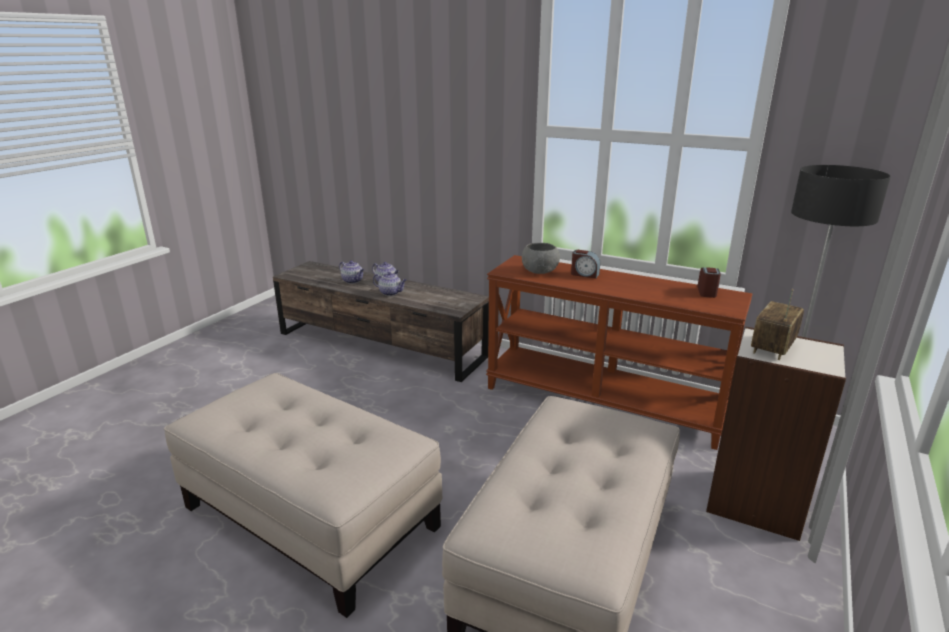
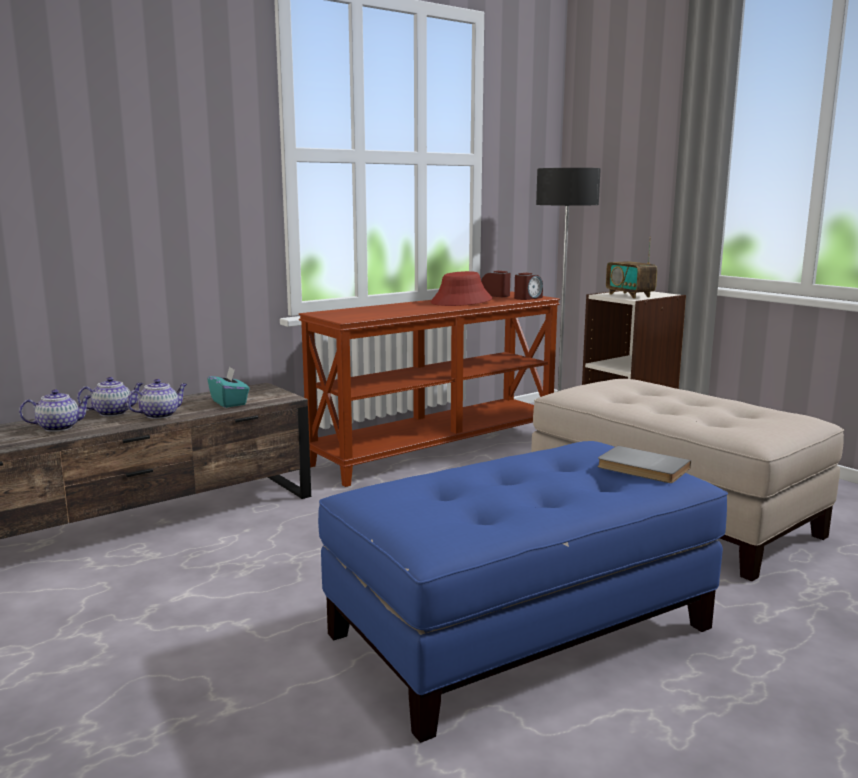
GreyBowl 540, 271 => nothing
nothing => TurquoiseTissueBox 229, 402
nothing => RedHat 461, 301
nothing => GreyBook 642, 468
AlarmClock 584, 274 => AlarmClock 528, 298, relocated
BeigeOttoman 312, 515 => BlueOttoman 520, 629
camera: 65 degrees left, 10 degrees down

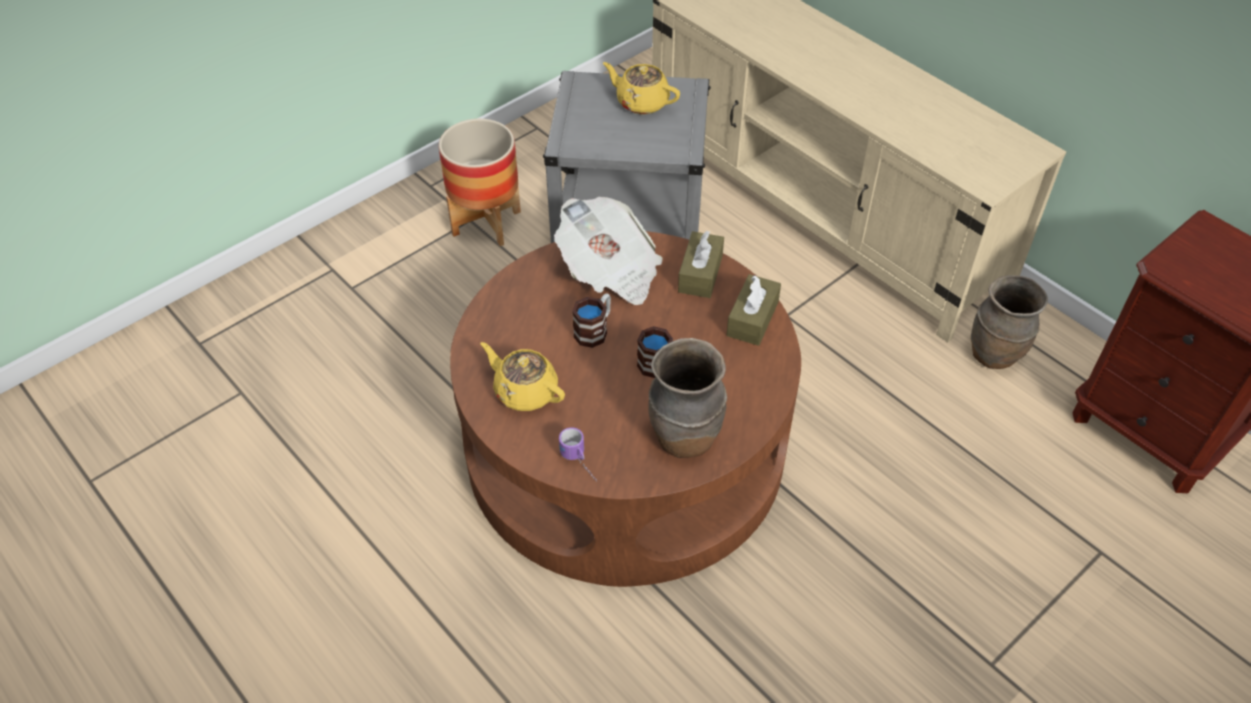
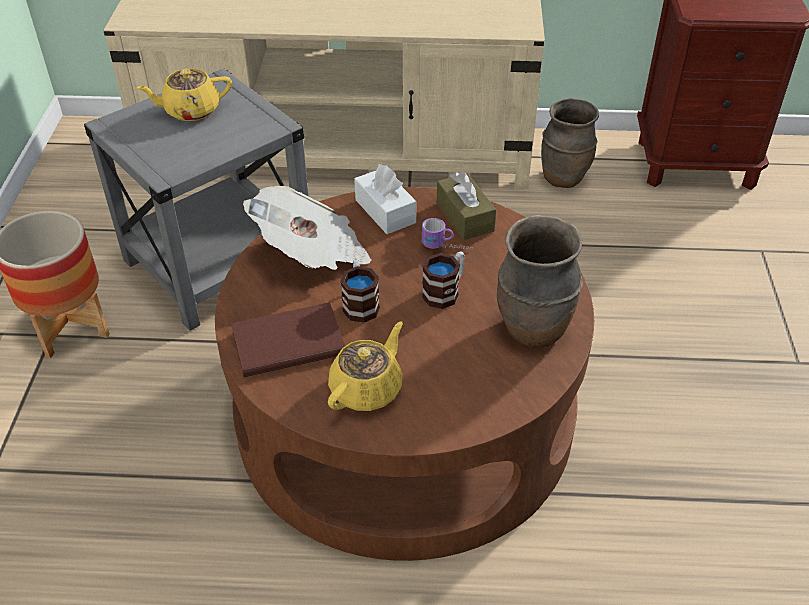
nothing => BrownBook 286, 341
Mug 580, 465 => Mug 446, 248, relocated
BrownTissueBox 700, 274 => WhiteTissueBox 385, 211
YellowTeapot 525, 391 => YellowTeapot 367, 389, 135 degrees clockwise
camera: 45 degrees left, 5 degrees down

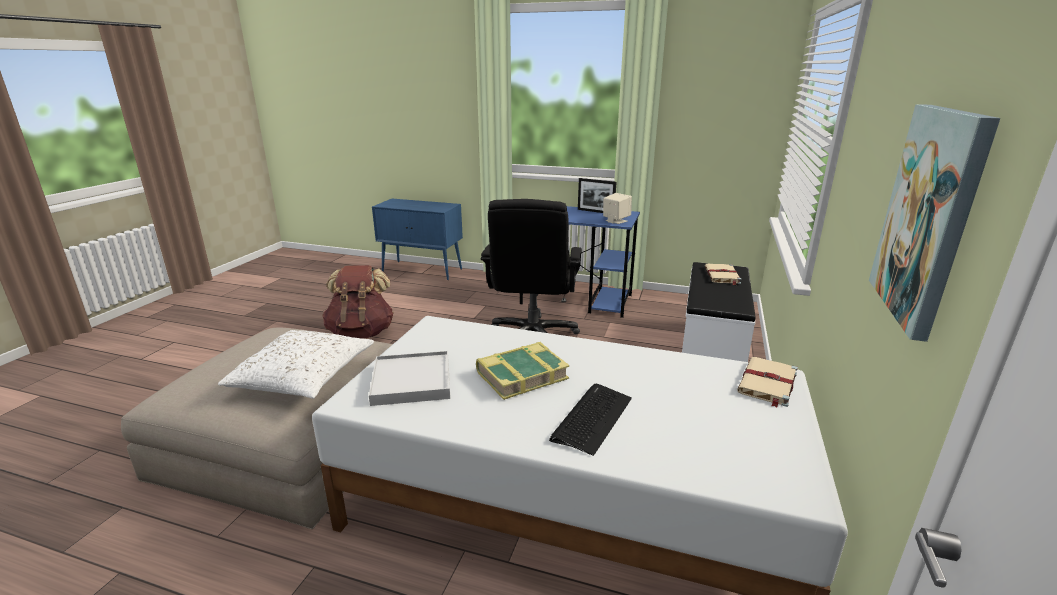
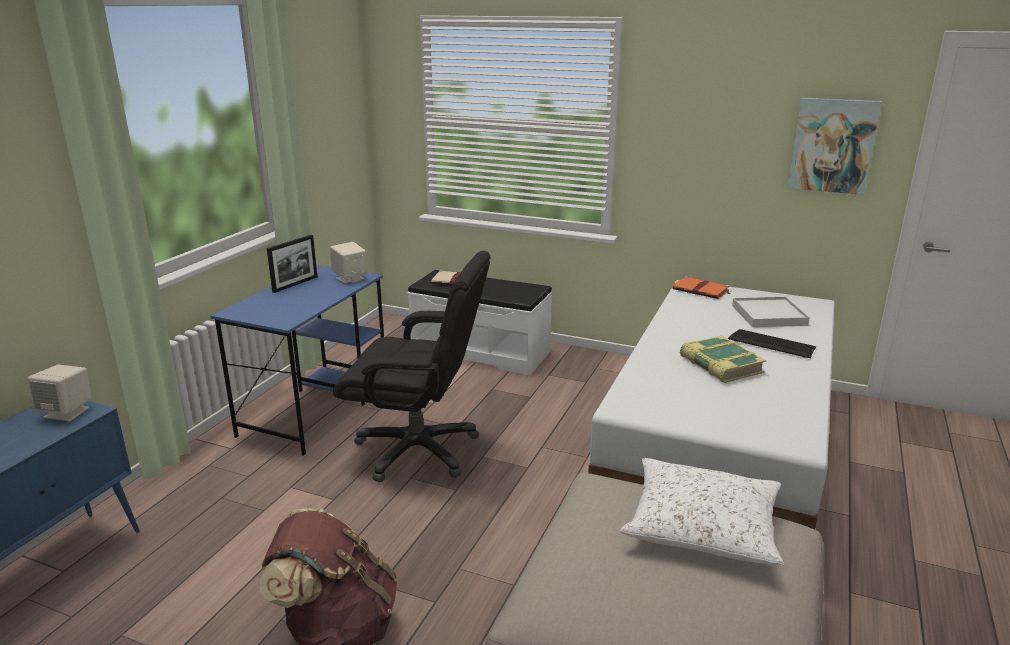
nothing => BeigeSpeaker 67, 412
WhiteTray 411, 381 => WhiteTray 768, 315, relocated
BeigeBook 767, 384 => OrangeBook 701, 290
camera: 85 degrees left, 0 degrees up

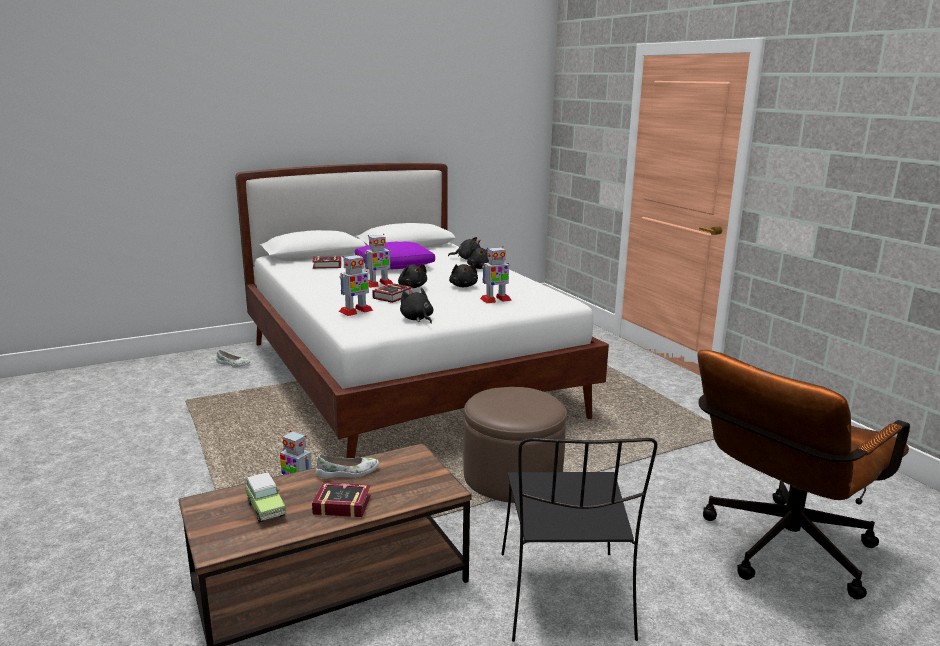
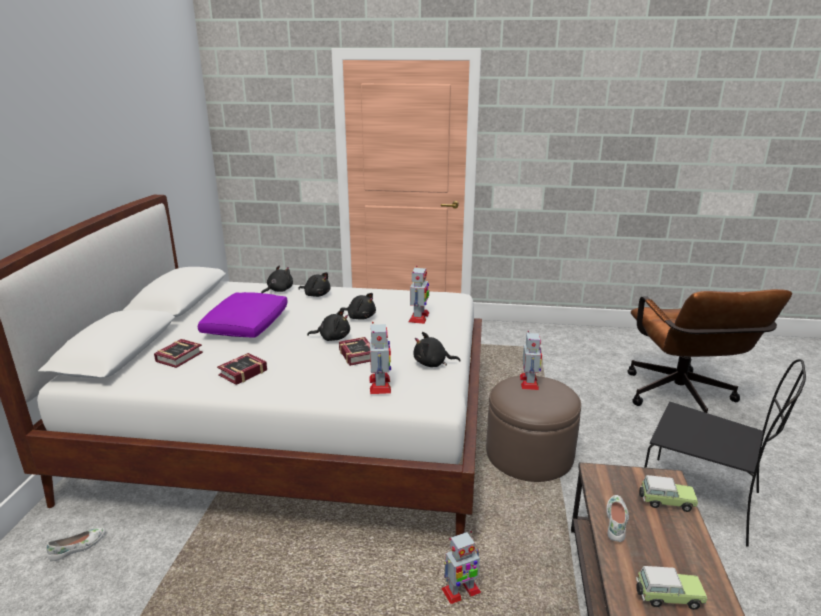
nothing => ToyCar 664, 502
Book 340, 504 => Book 240, 373, relocated
ToyRobot 378, 284 => ToyRobot 529, 382, relocated
camera: 55 degrees left, 5 degrees up

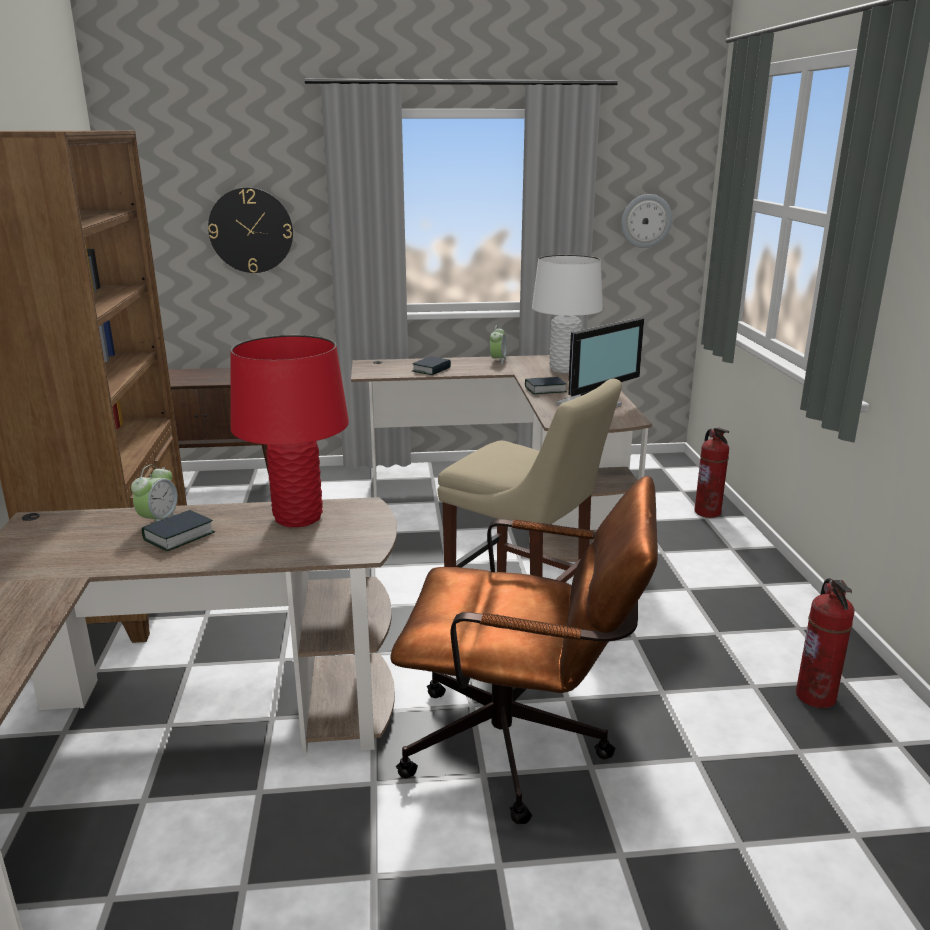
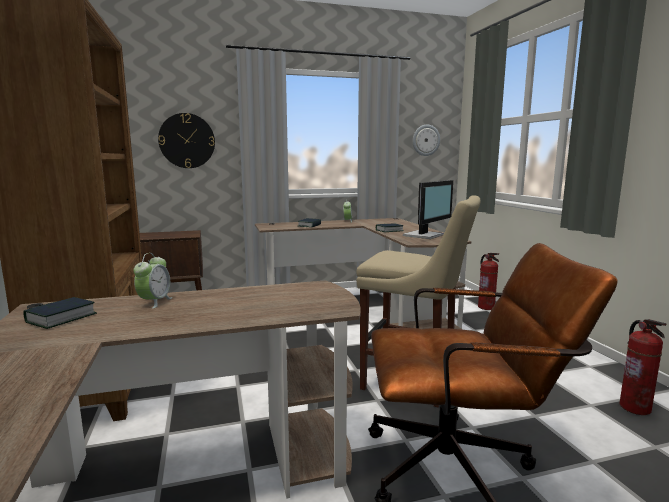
RedTableLamp 298, 518 => nothing
WhiteTableLamp 564, 369 => nothing
Book 179, 536 => Book 61, 318, relocated
camera: 10 degrees left, 10 degrees down

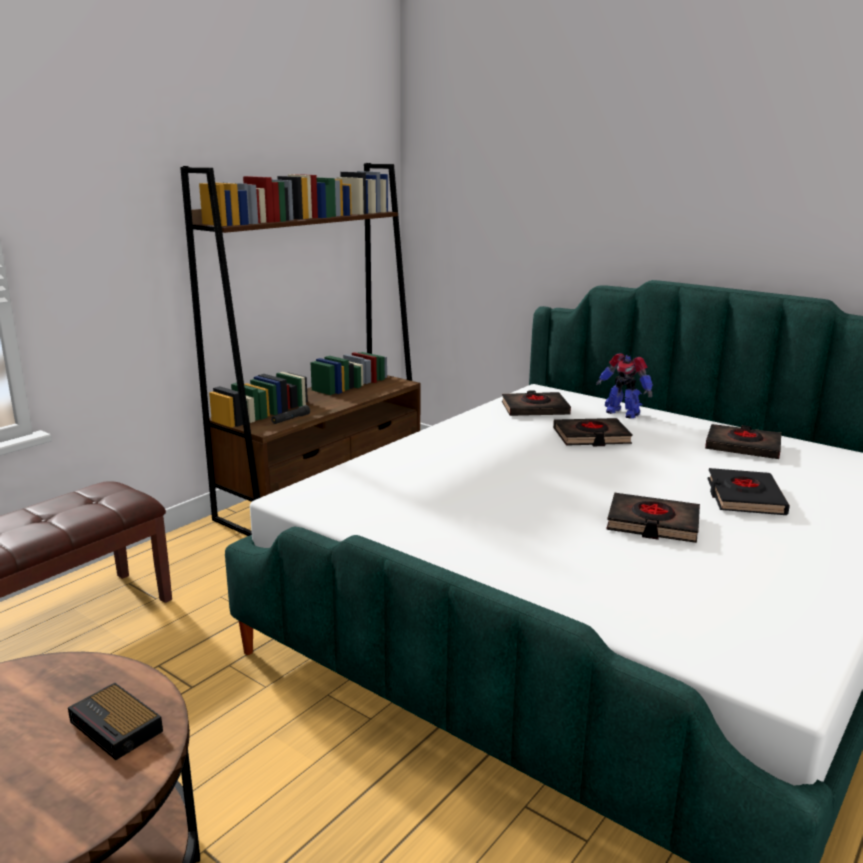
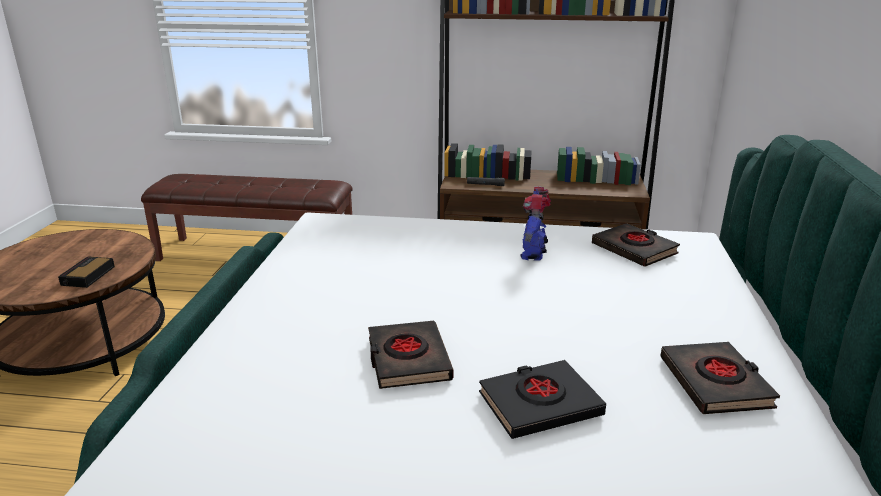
BlackBook 591, 437 => nothing
ToyRobot 622, 413 => ToyRobot 534, 253, relocated
camera: 60 degrees right, 5 degrees up

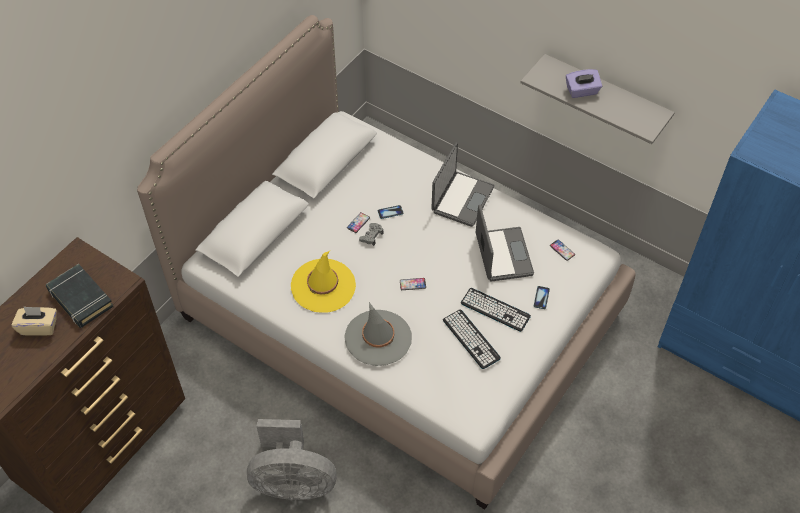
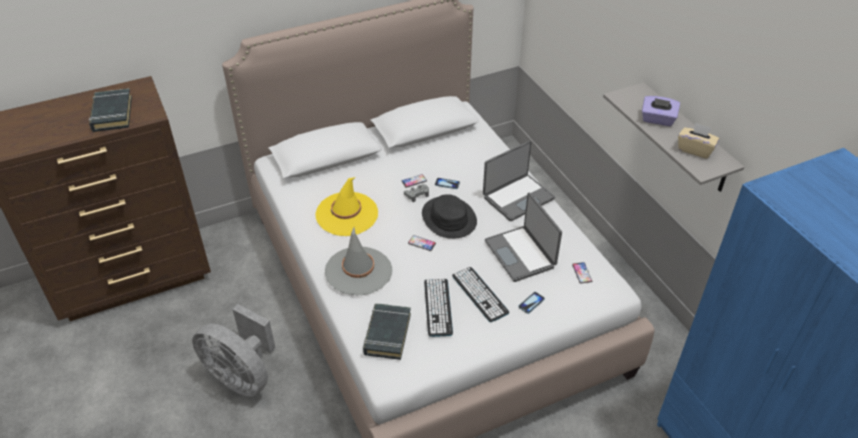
nothing => BlackBook 387, 334
nothing => BlackHat 448, 218
BeigeTissueBox 39, 327 => BeigeTissueBox 695, 150, relocated
Laptop 502, 255 => Laptop 521, 254, 135 degrees clockwise
camera: 30 degrees right, 10 degrees down

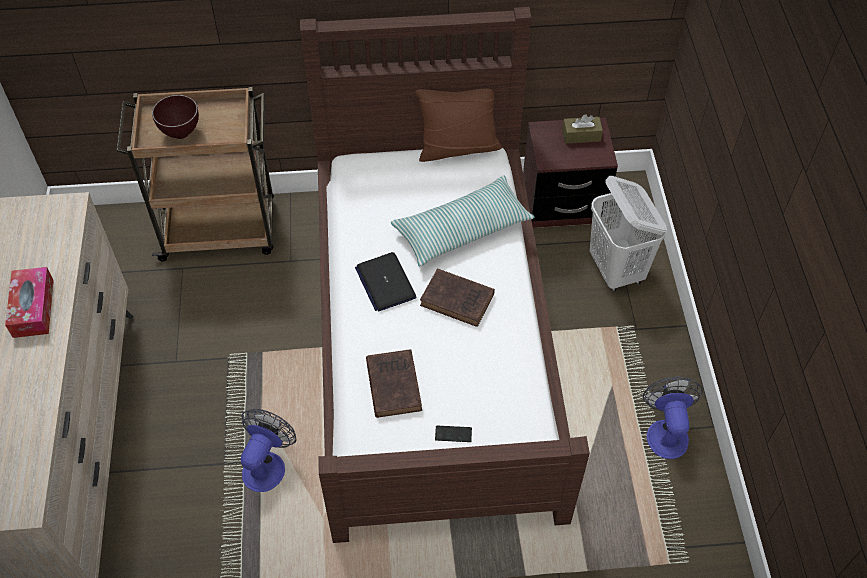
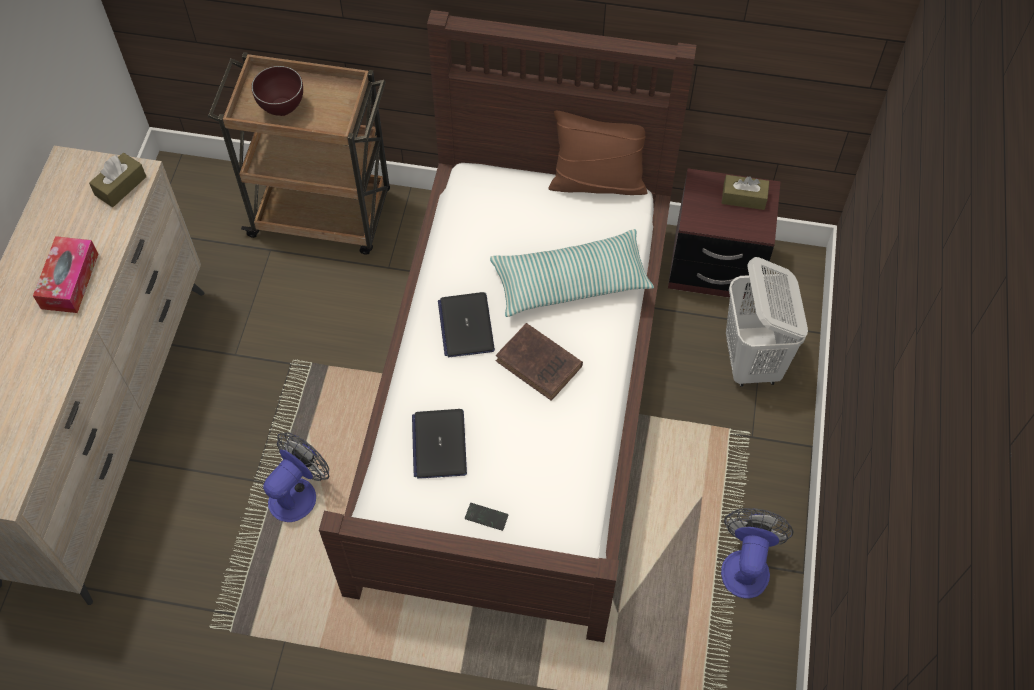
nothing => BrownTissueBox 120, 186
BrownBook 393, 384 => Laptop 439, 444
camera: 15 degrees right, 5 degrees up

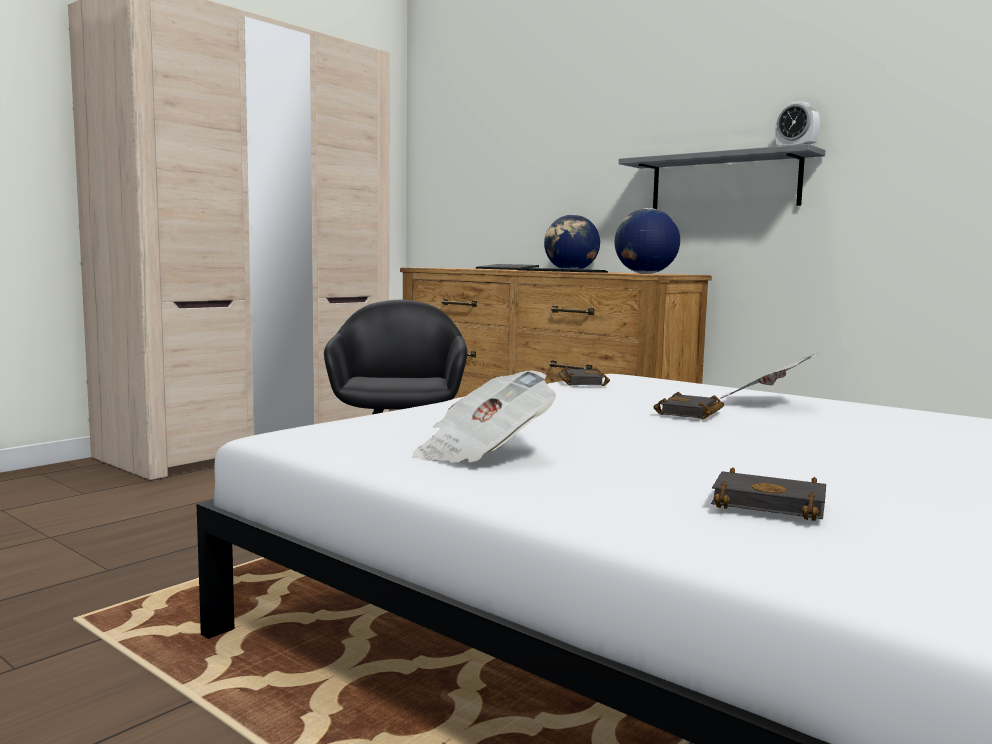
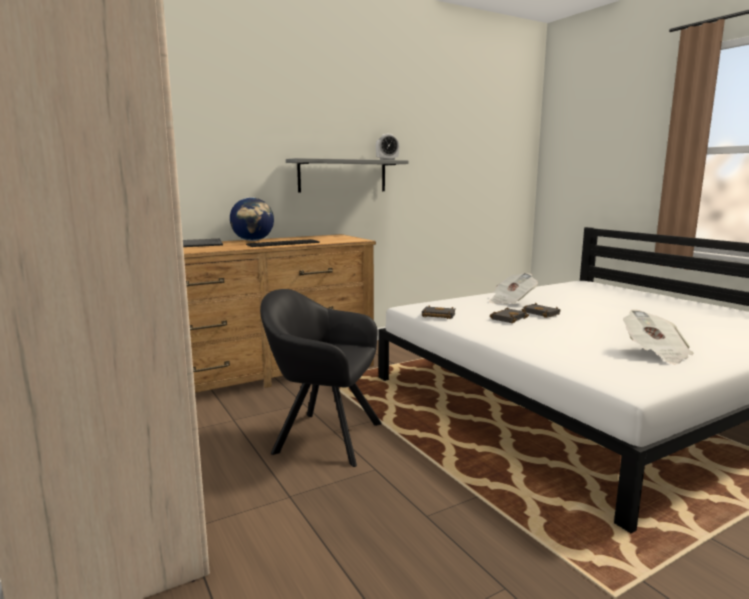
Globe 645, 273 => nothing
BlackBook 772, 504 => BlackBook 508, 318, relocated
camera: 70 degrees left, 5 degrees up

